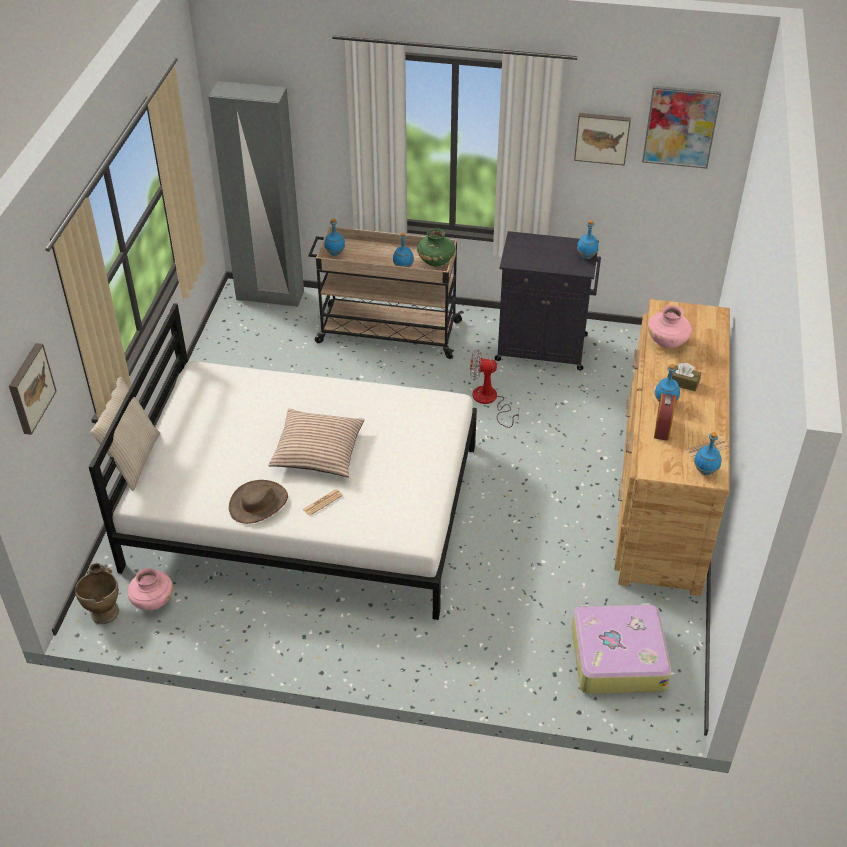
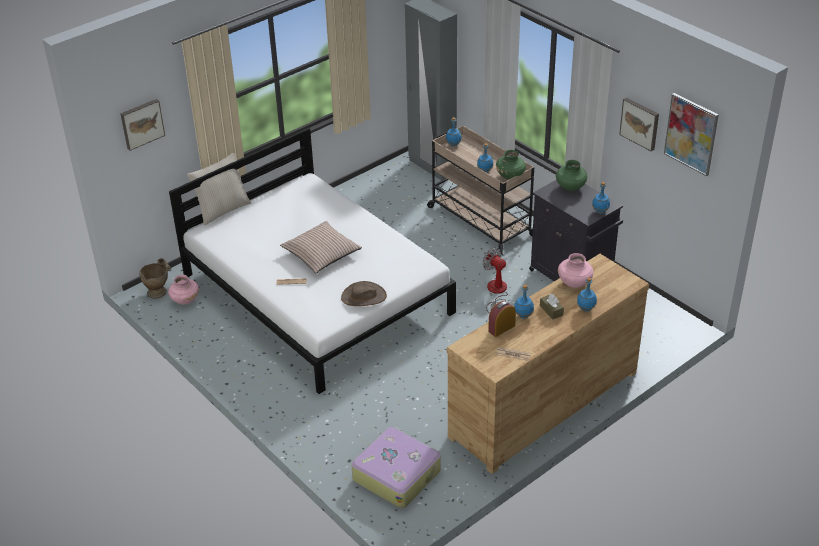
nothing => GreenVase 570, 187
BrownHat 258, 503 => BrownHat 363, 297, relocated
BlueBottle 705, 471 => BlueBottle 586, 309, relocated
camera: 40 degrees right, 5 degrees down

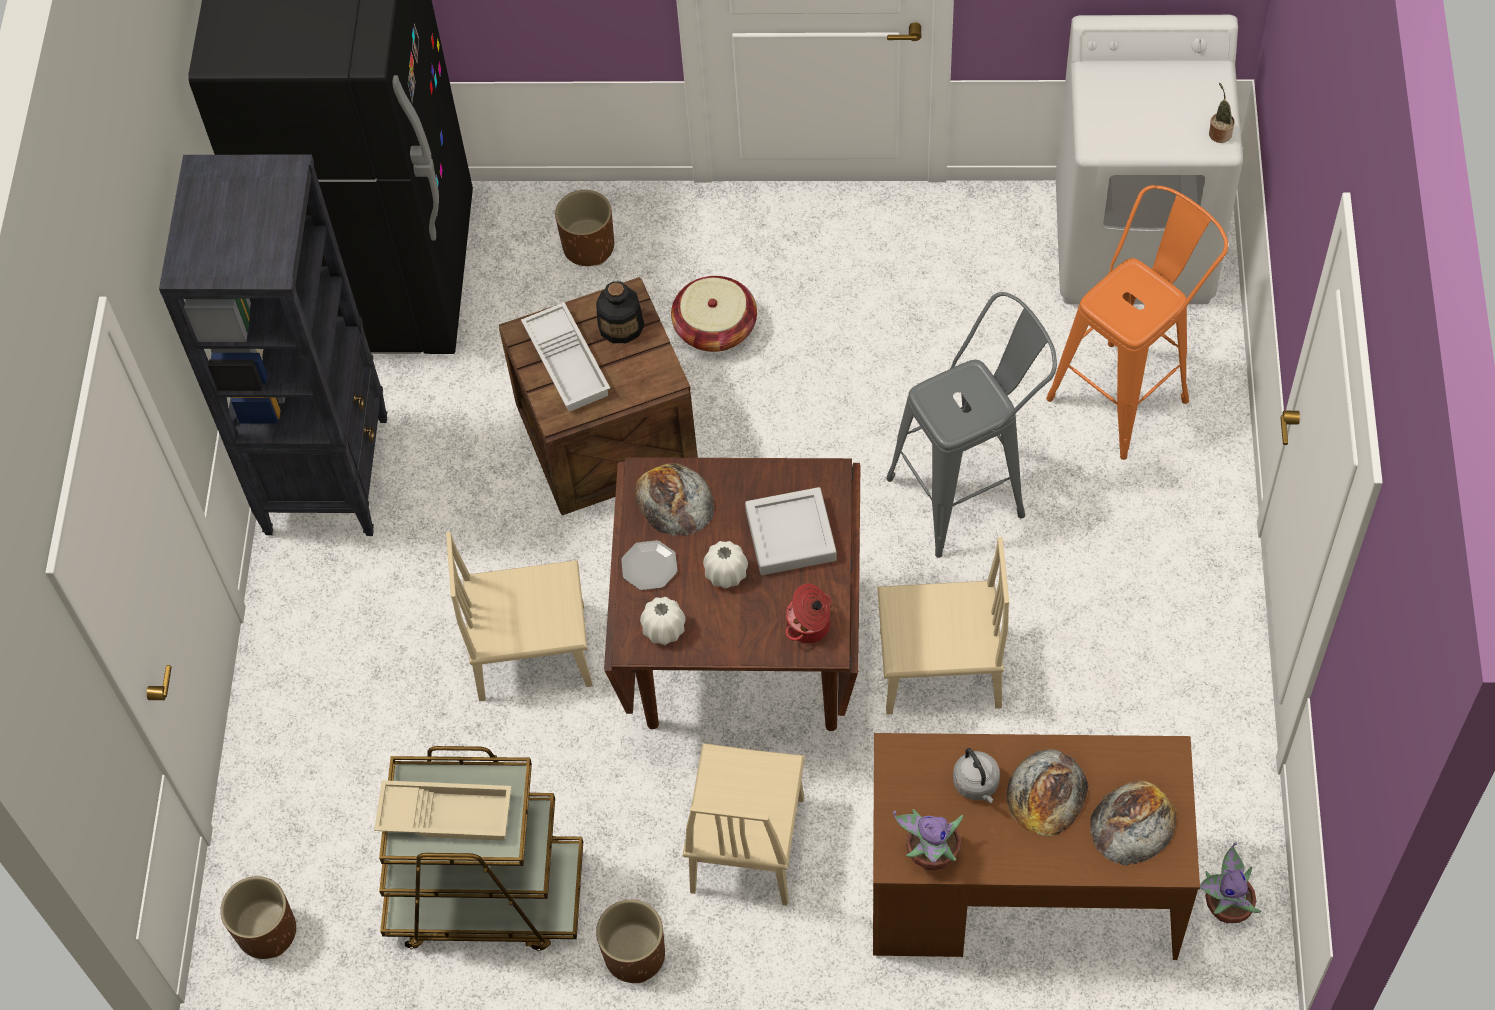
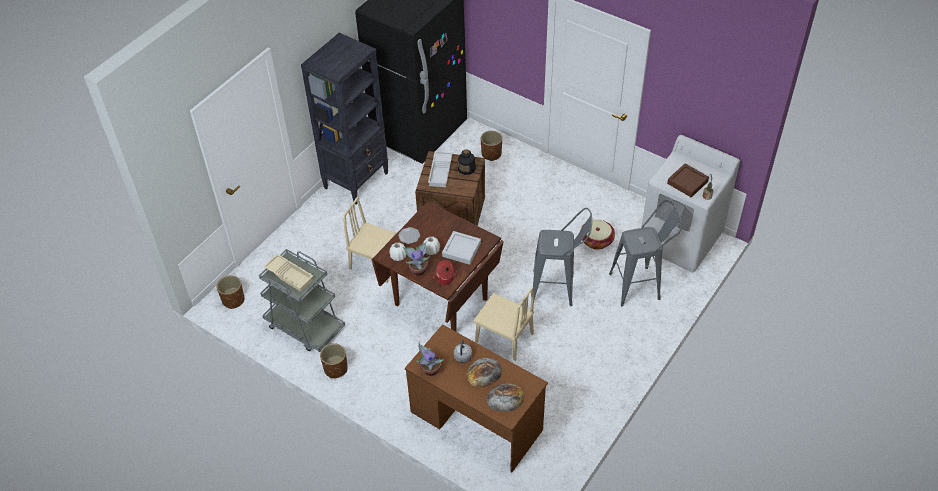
Bread 674, 500 => nothing
BeigeChair 747, 844 => nothing
nothing => BrownTray 687, 182
Basket 715, 328 => Basket 596, 240, relocated
PottedPlant 1225, 905 => PottedPlant 418, 269, relocated
BrownCart 485, 897 => GreyCart 304, 326
OrangeStool 1128, 391 => GreyStool 640, 285
camera: 30 degrees right, 10 degrees down

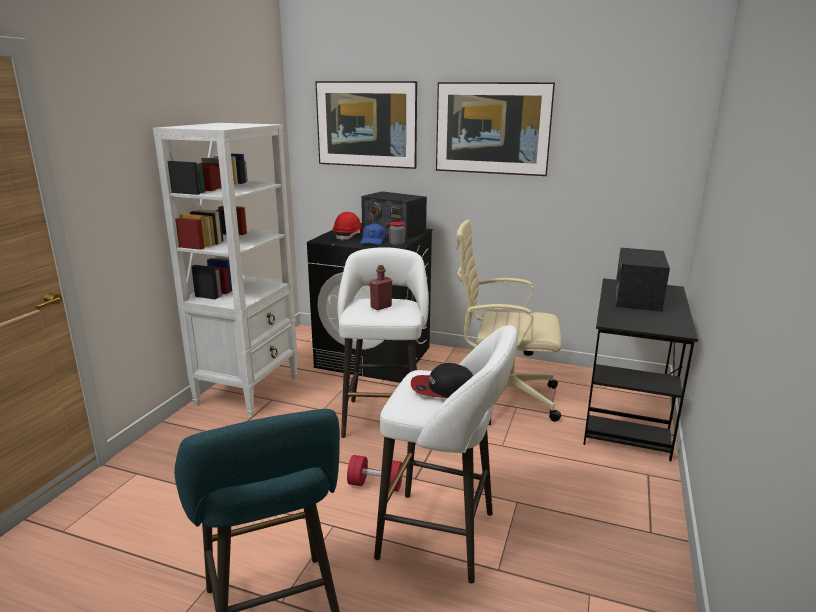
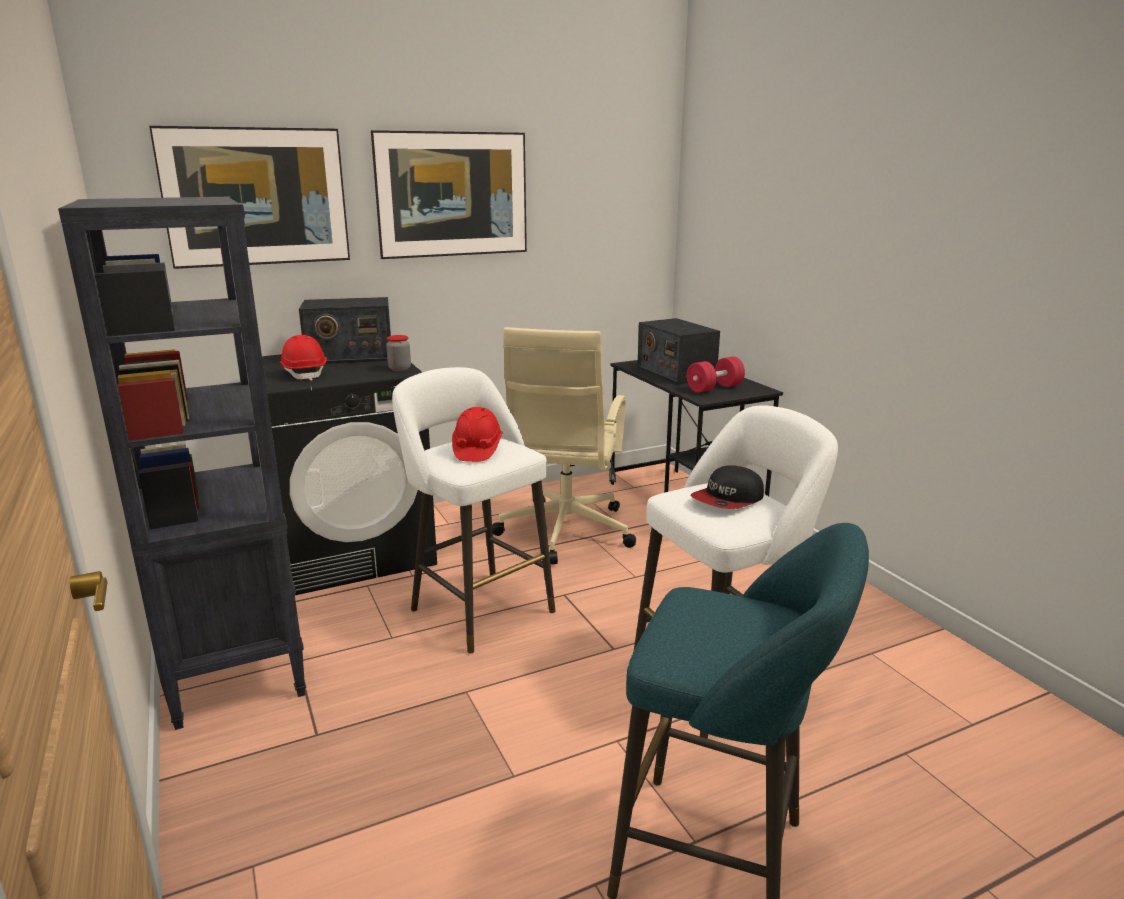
BlueCap 373, 241 => nothing
RedDumbbell 375, 485 => RedDumbbell 714, 388, relocated
RedBottle 381, 307 => RedHardHat 477, 450
WhiteBookcase 248, 390 => BlackBookcase 236, 667
BeigeOfficeChair 502, 397 => BeigeOfficeChair 564, 533, 45 degrees counterclockwise
camera: 45 degrees left, 0 degrees up

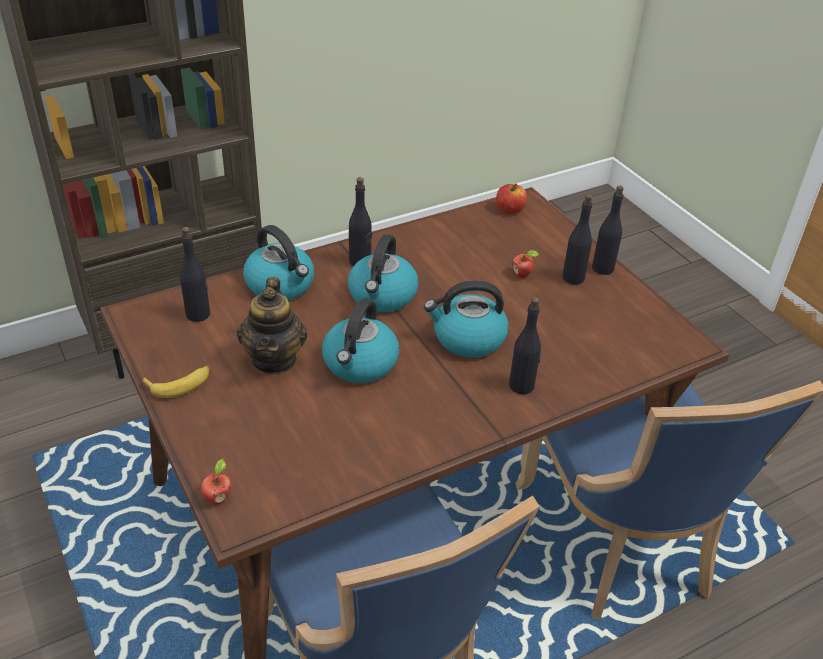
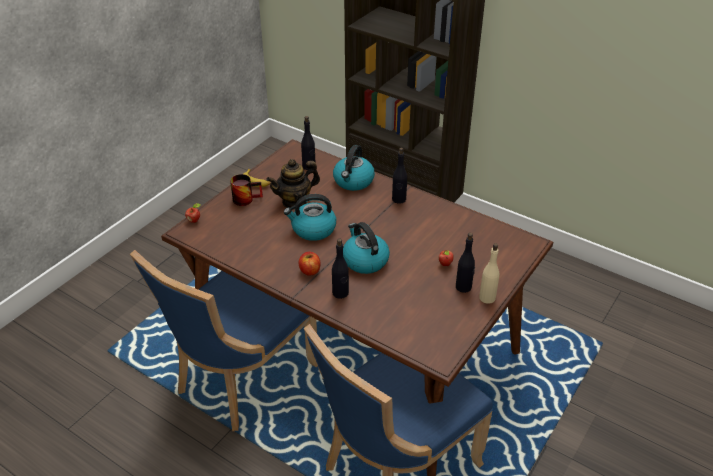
Kettle 382, 296 => nothing
nothing => Mug 246, 198
Apple 510, 209 => Apple 309, 271, relocated
BlackBottle 602, 268 => BeigeBottle 487, 298
camera: 65 degrees right, 0 degrees up

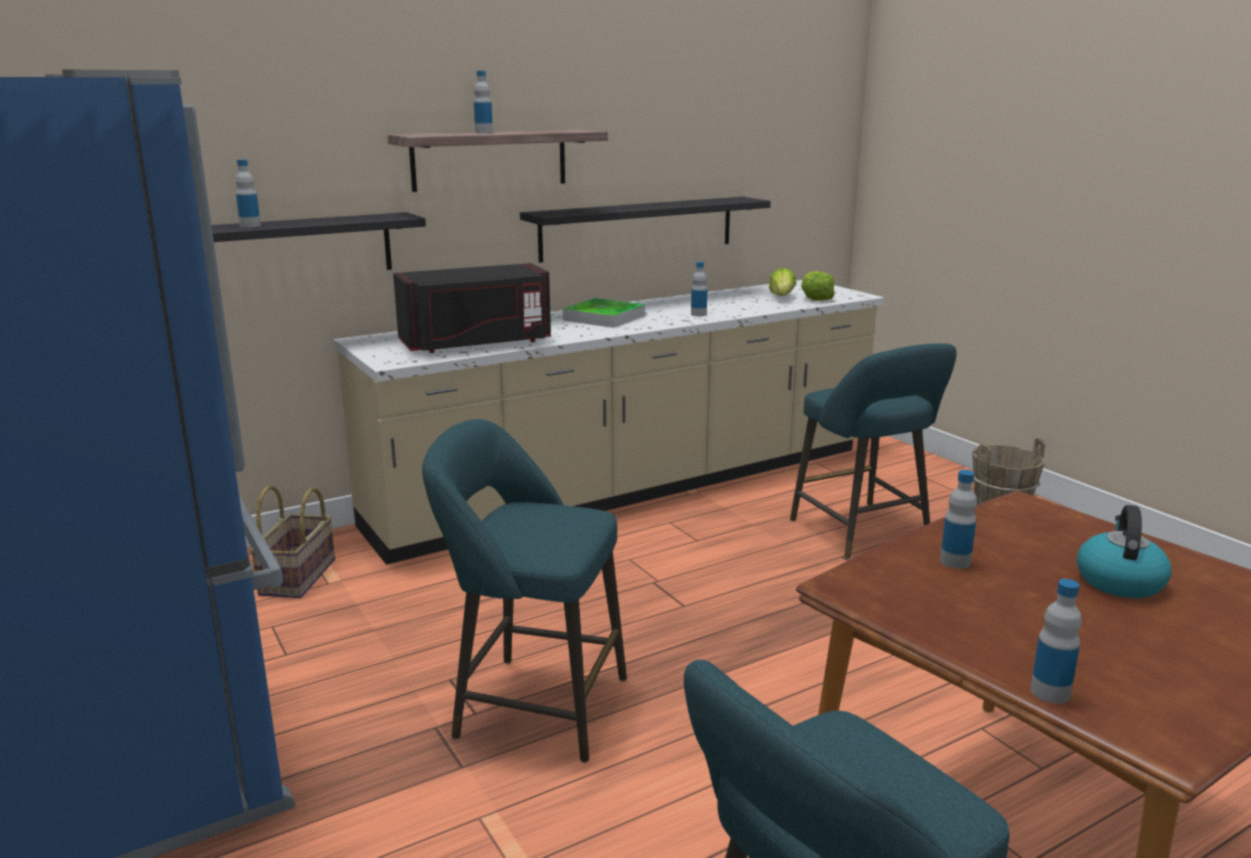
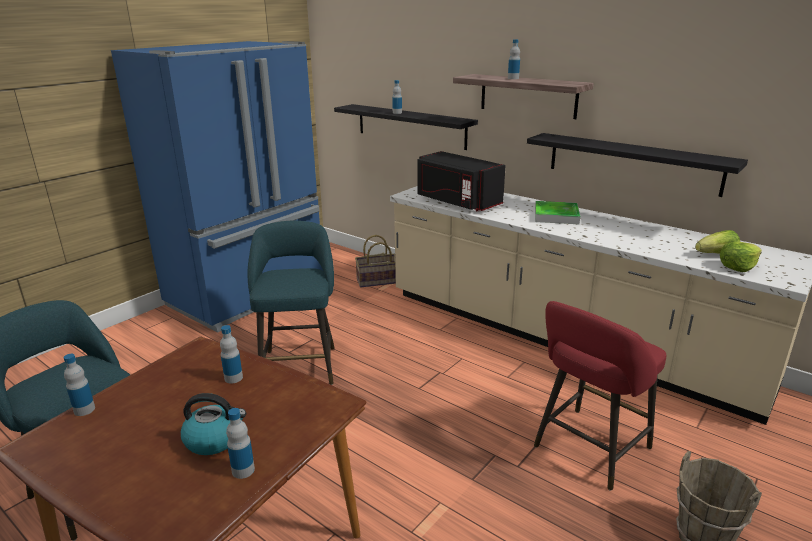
Bottle 698, 314 => Bottle 243, 470, relocated
TurquoiseStool 864, 533 => RedStool 588, 450
camera: 70 degrees right, 5 degrees up

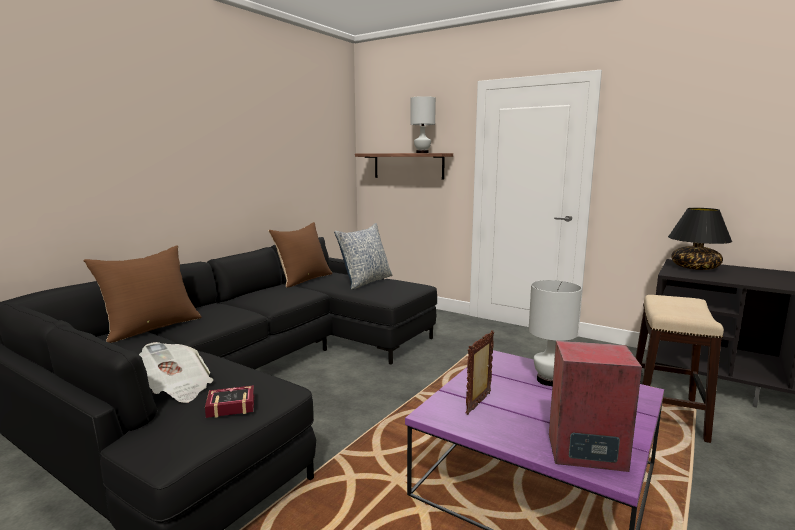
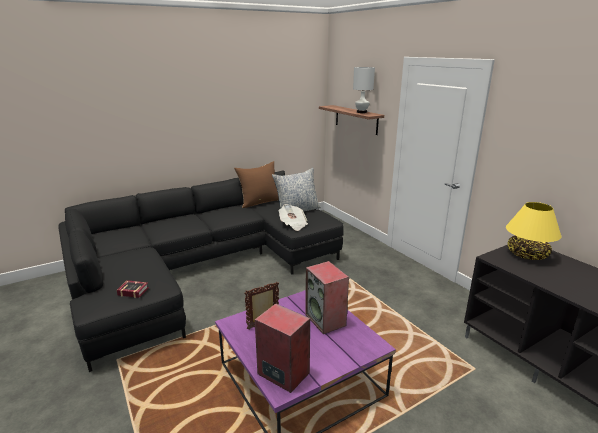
BrownPillow 151, 327 => nothing
Stool 666, 414 => nothing
Newspaper 175, 389 => Newspaper 293, 224, relocated
WhiteTableLamp 549, 380 => Speaker 326, 320
BlackTableLamp 694, 268 => YellowTableLamp 526, 254
camera: 25 degrees right, 10 degrees up

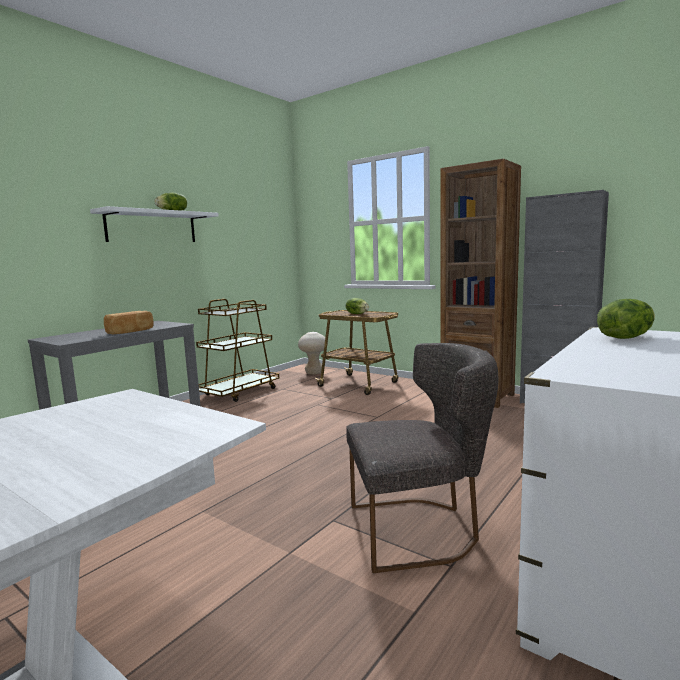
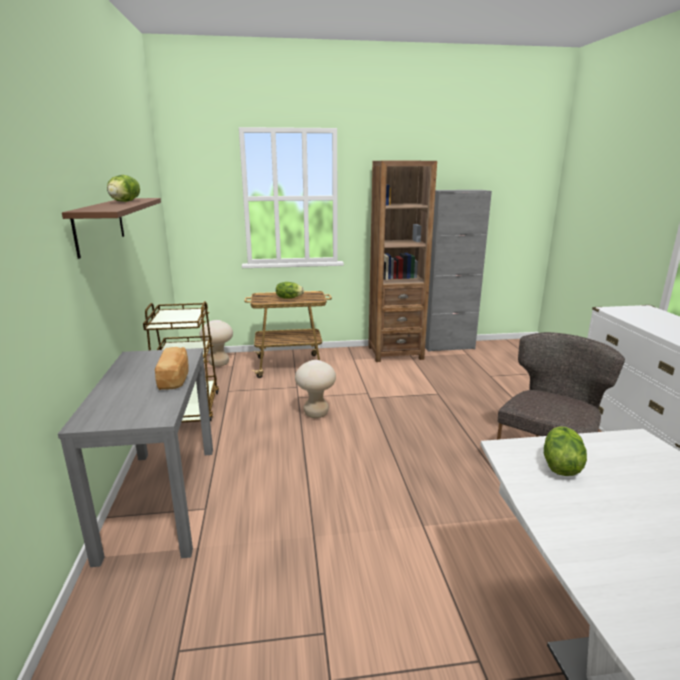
nothing => BeigeStool 316, 413
Lettuce 625, 337 => Lettuce 559, 465, relocated
WhiteShelf 152, 227 => BrownShelf 99, 225
camera: 45 degrees left, 10 degrees up

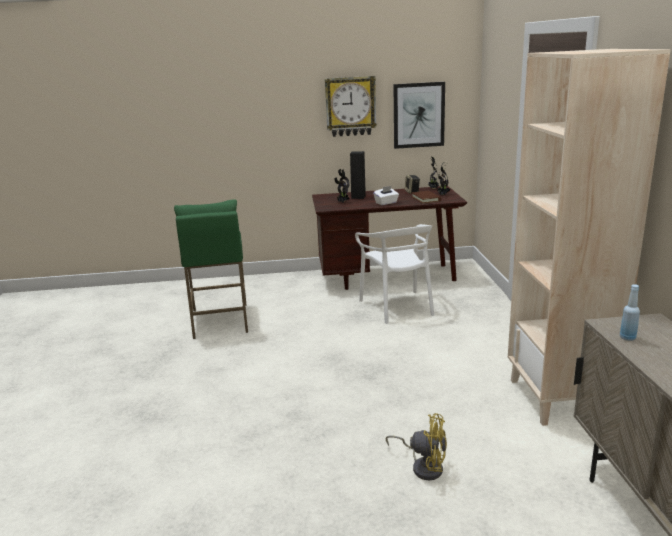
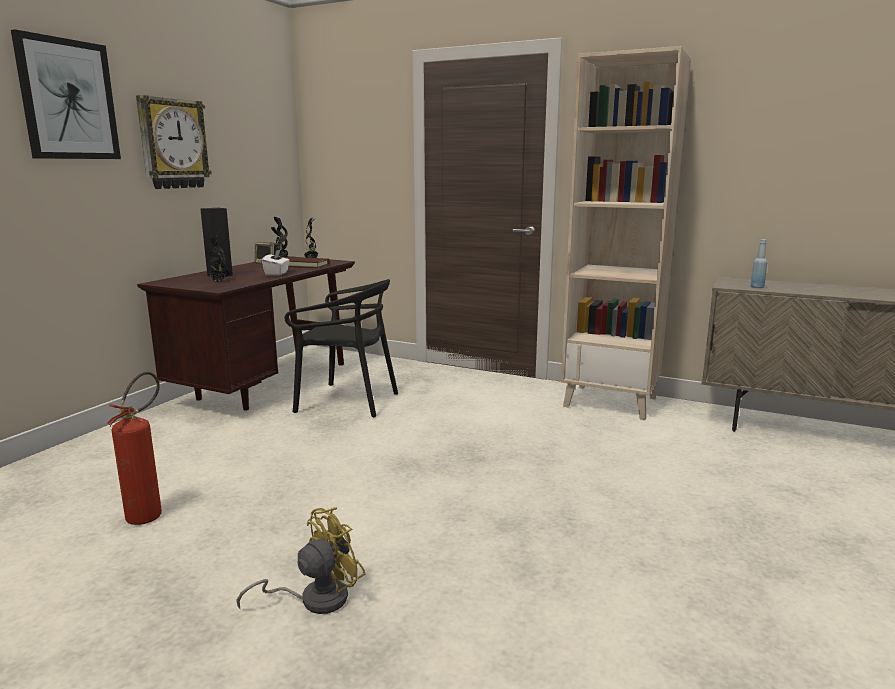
YellowFan 423, 466 => YellowFan 314, 599, relocated
Picture 418, 115 => Picture 68, 100, relocated
GreenStool 220, 321 => FireExtinguisher 150, 512
WhiteChair 397, 307 => BlackChair 347, 401
camera: 60 degrees left, 5 degrees down

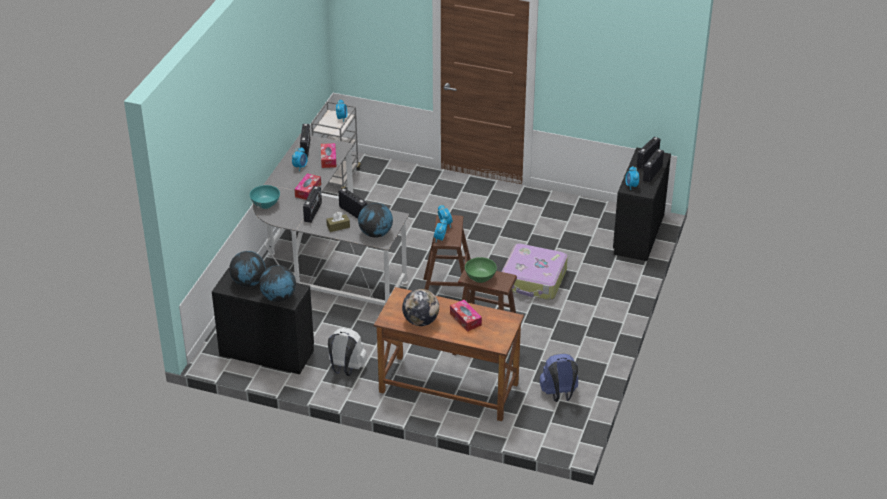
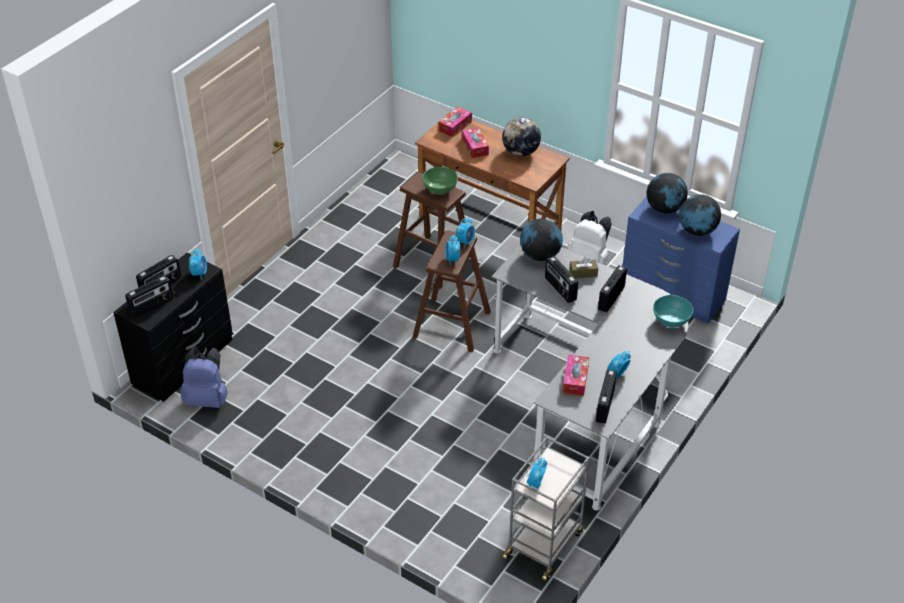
Suitcase 534, 280 => nothing
TissueBox 308, 190 => TissueBox 455, 126, relocated
BlueBackpack 559, 395 => BlueBackpack 207, 399, relocated
BlackDresser 266, 352 => BlueDresser 672, 294
camera: 165 degrees left, 5 degrees up

